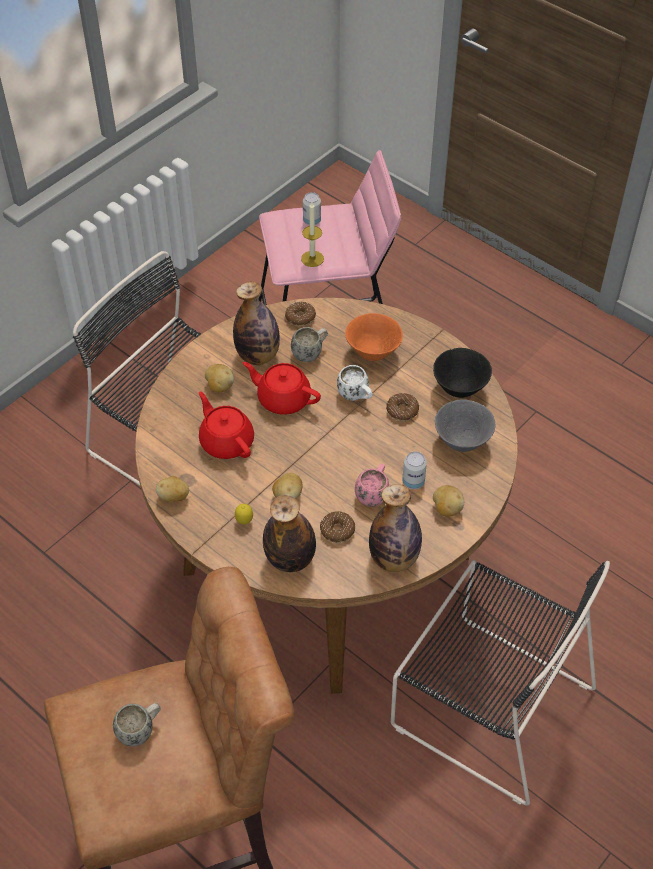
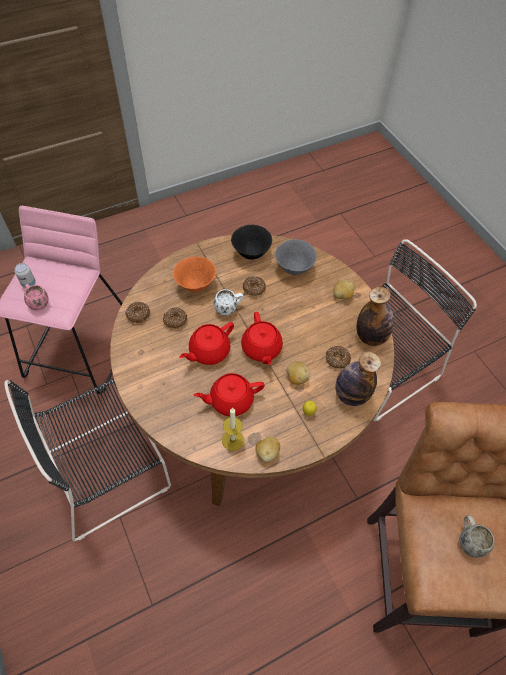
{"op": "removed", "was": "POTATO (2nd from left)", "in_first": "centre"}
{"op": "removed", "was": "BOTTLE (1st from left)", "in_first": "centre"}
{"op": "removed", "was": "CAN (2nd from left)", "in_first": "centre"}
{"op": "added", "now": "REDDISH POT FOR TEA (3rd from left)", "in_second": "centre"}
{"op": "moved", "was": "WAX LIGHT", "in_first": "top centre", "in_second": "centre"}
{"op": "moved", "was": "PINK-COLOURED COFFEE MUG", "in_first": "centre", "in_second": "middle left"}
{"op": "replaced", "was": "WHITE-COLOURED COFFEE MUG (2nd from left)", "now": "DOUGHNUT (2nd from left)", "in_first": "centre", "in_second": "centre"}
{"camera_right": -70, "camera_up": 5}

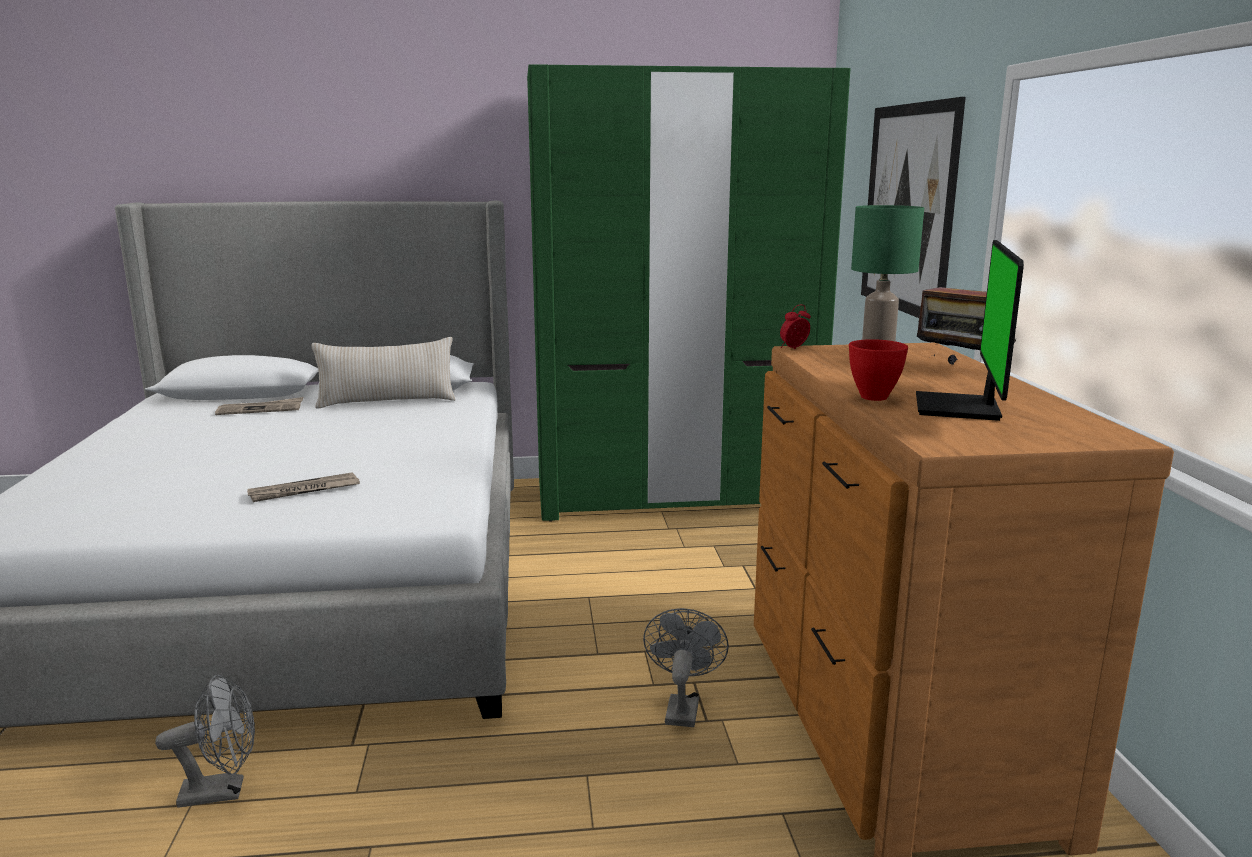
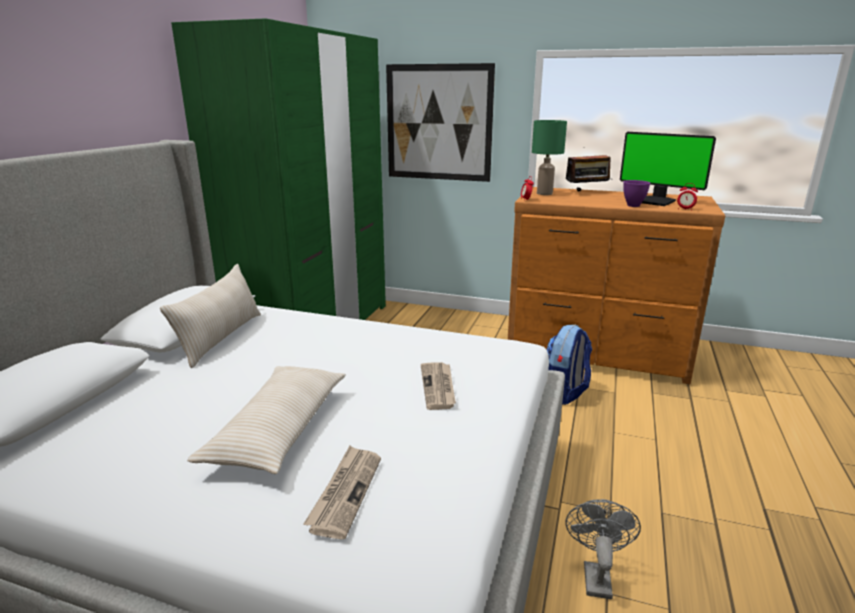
{"op": "added", "now": "SAND-COLOURED PILLOW (2nd from left)", "in_second": "bottom left"}
{"op": "added", "now": "ALARM CLOCK (2nd from left)", "in_second": "top right"}
{"op": "moved", "was": "DAILY PAPER (1st from left)", "in_first": "middle left", "in_second": "bottom centre"}
{"op": "replaced", "was": "GRAY FAN (2nd from left)", "now": "RUCKSACK", "in_first": "bottom centre", "in_second": "centre"}
{"op": "recoloured", "was": "REDDISH DEEP DISH", "now": "PURPLE-COLOURED DEEP DISH", "in_first": "middle right", "in_second": "top right"}
{"camera_right": -65, "camera_up": 5}

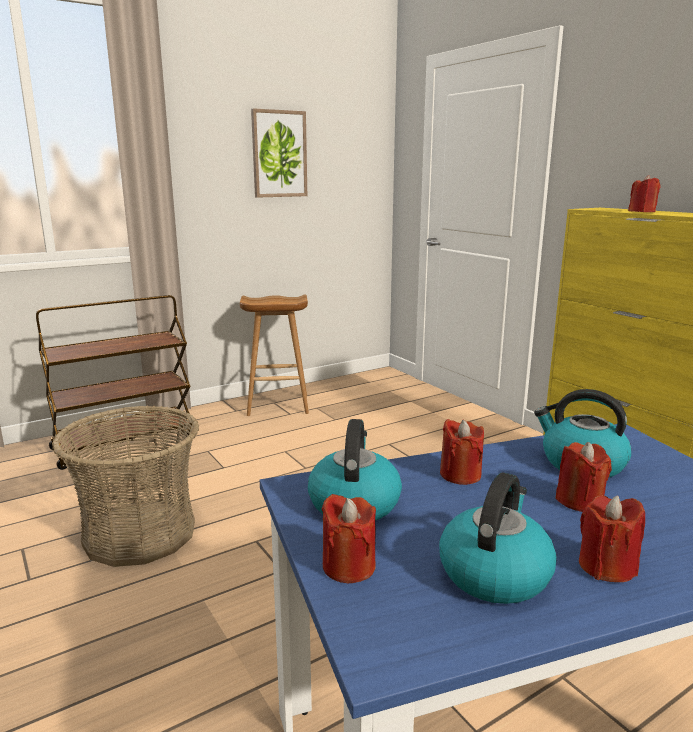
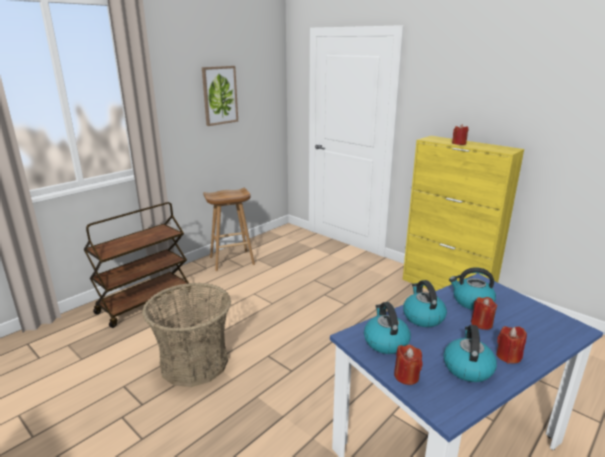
{"op": "replaced", "was": "REDDISH WAX LIGHT (2nd from left)", "now": "TEA KETTLE (2nd from left)", "in_first": "middle right", "in_second": "middle right"}
{"camera_right": -15, "camera_up": 5}

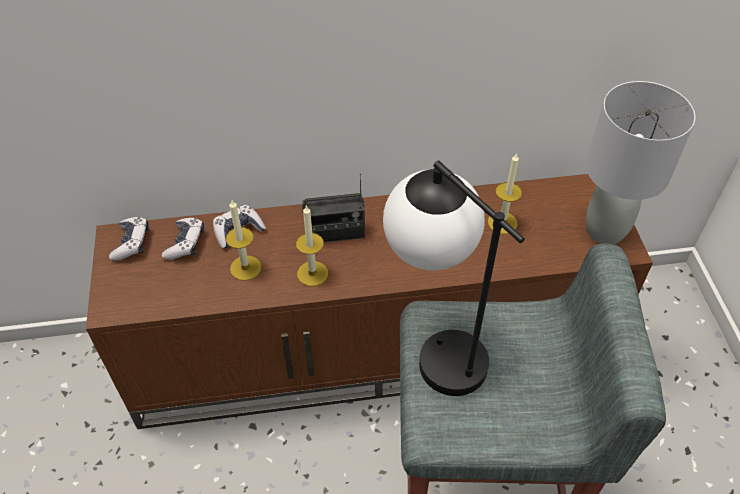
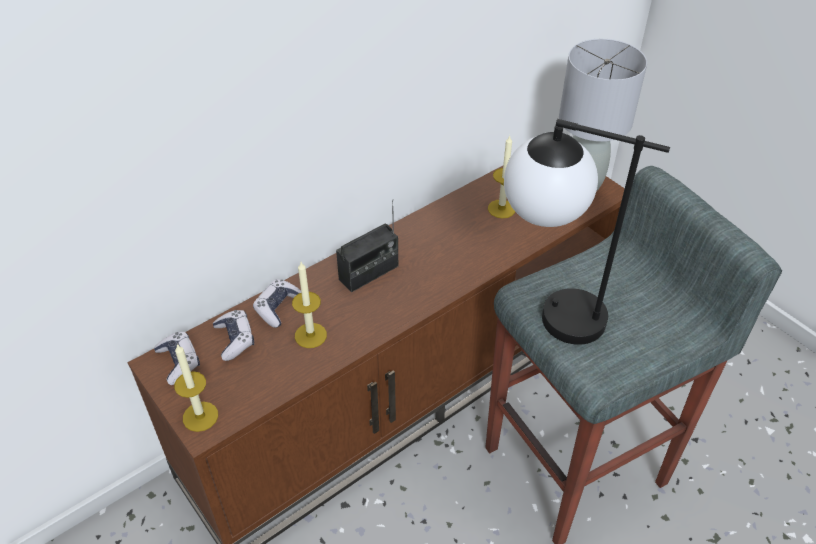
{"op": "moved", "was": "WAX LIGHT (2nd from left in the first image)", "now": "WAX LIGHT (1st from left)", "in_first": "centre", "in_second": "bottom left"}
{"camera_right": -30, "camera_up": -5}

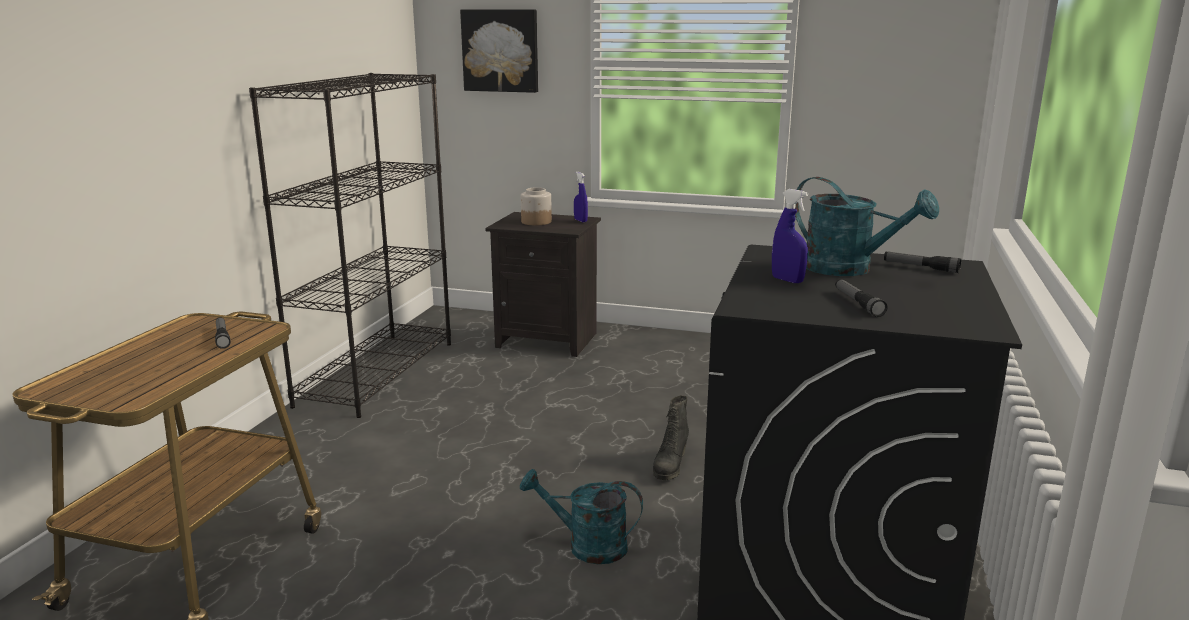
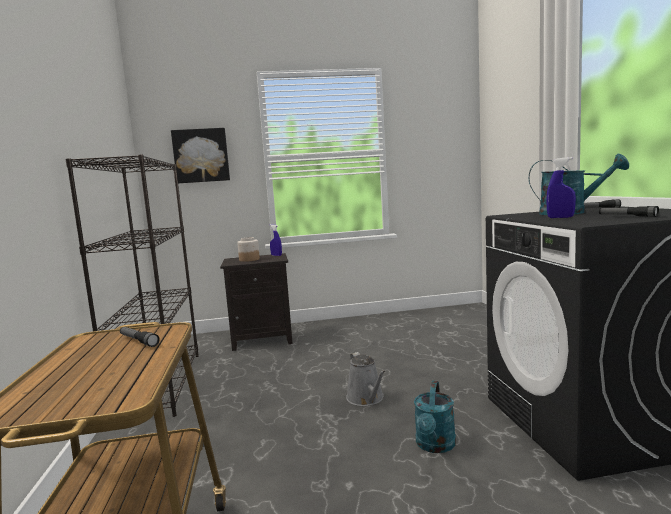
{"op": "removed", "was": "BLACKISH TALL BOOT", "in_first": "bottom centre"}
{"op": "added", "now": "GRAY WATERING CAN", "in_second": "bottom centre"}
{"op": "turned", "was": "BLUE-GREEN WATERING CAN (1st from left)", "in_first": "bottom centre", "in_second": "bottom centre", "clockwise": -60}
{"camera_right": -25, "camera_up": -10}

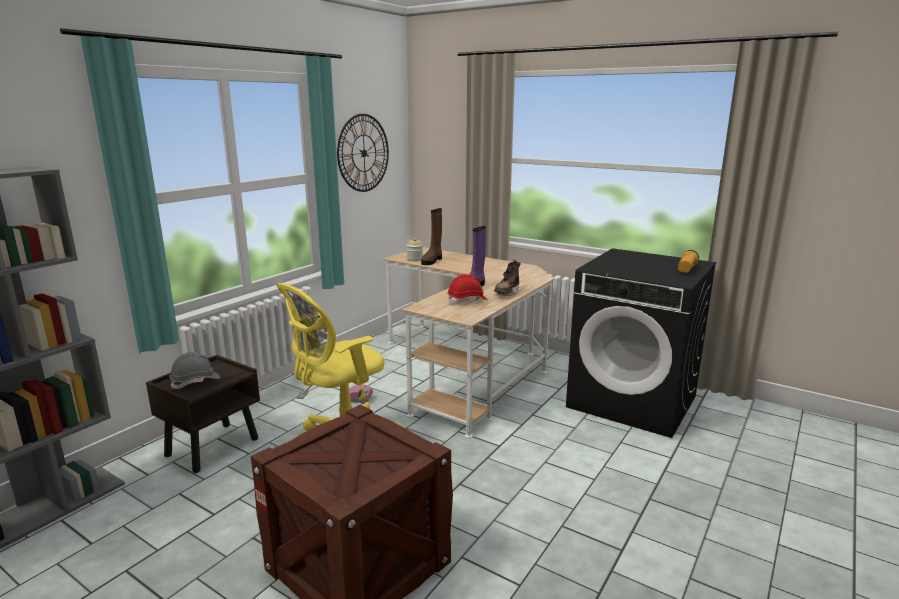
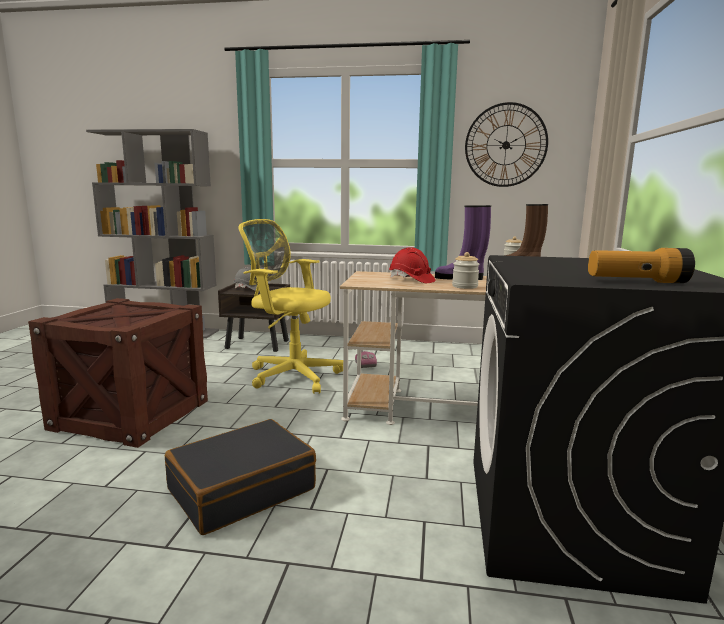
{"op": "added", "now": "BLACKISH SUITCASE", "in_second": "bottom left"}
{"op": "replaced", "was": "BROWN-COLOURED TALL BOOT (2nd from left)", "now": "JAR (1st from left)", "in_first": "centre", "in_second": "centre"}
{"camera_right": 65, "camera_up": -5}

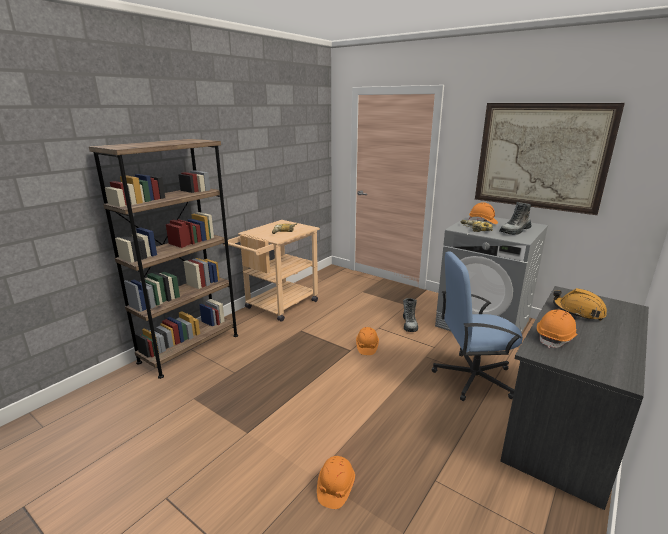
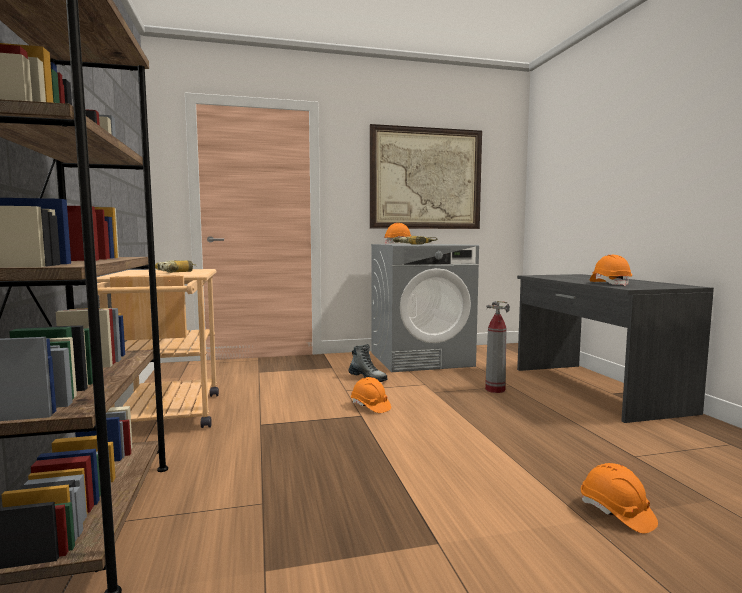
{"op": "removed", "was": "TALL BOOT (2nd from left)", "in_first": "middle right"}
{"op": "removed", "was": "ORANGE WORK HELMET (5th from left)", "in_first": "middle right"}
{"op": "replaced", "was": "BLUISH DESK CHAIR", "now": "FIRE-FIGHTING CYLINDER", "in_first": "middle right", "in_second": "middle right"}
{"camera_right": -50, "camera_up": -15}

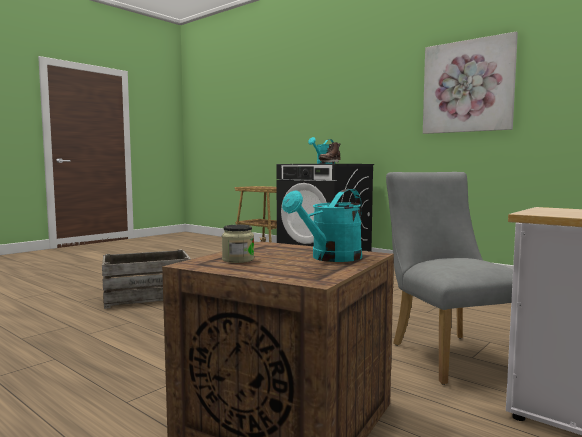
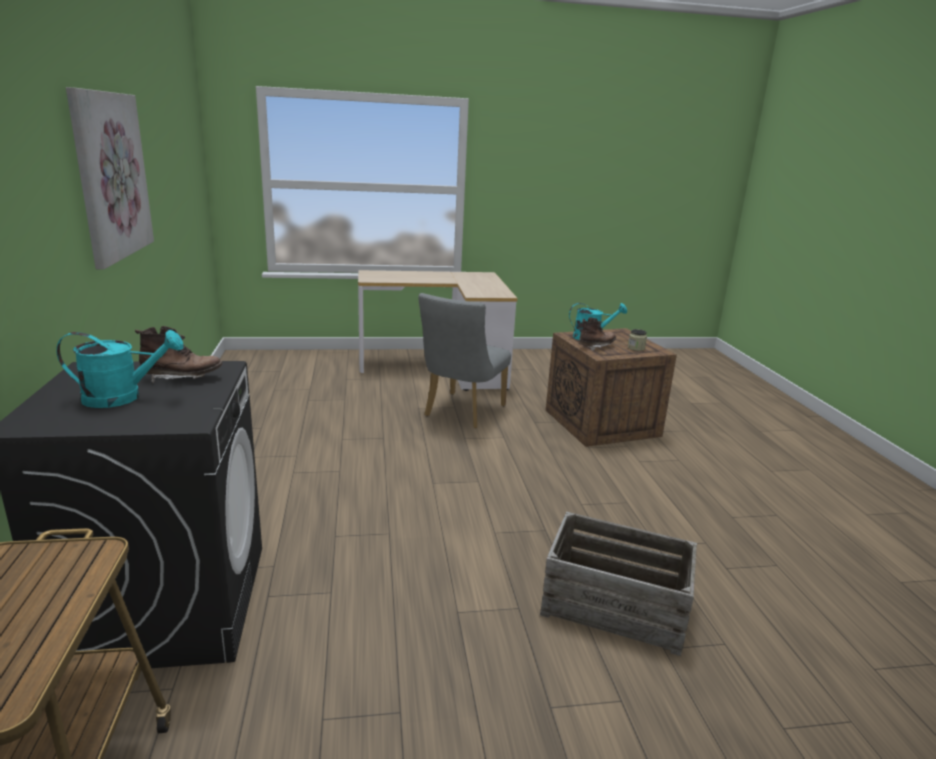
{"op": "added", "now": "BROWN-COLOURED TALL BOOT (2nd from left)", "in_second": "centre"}
{"camera_right": -140, "camera_up": 15}

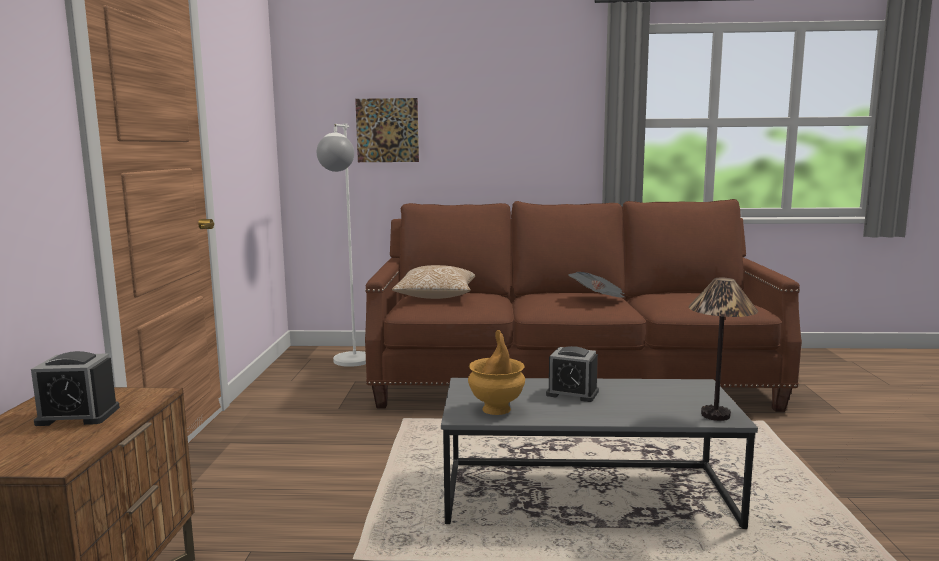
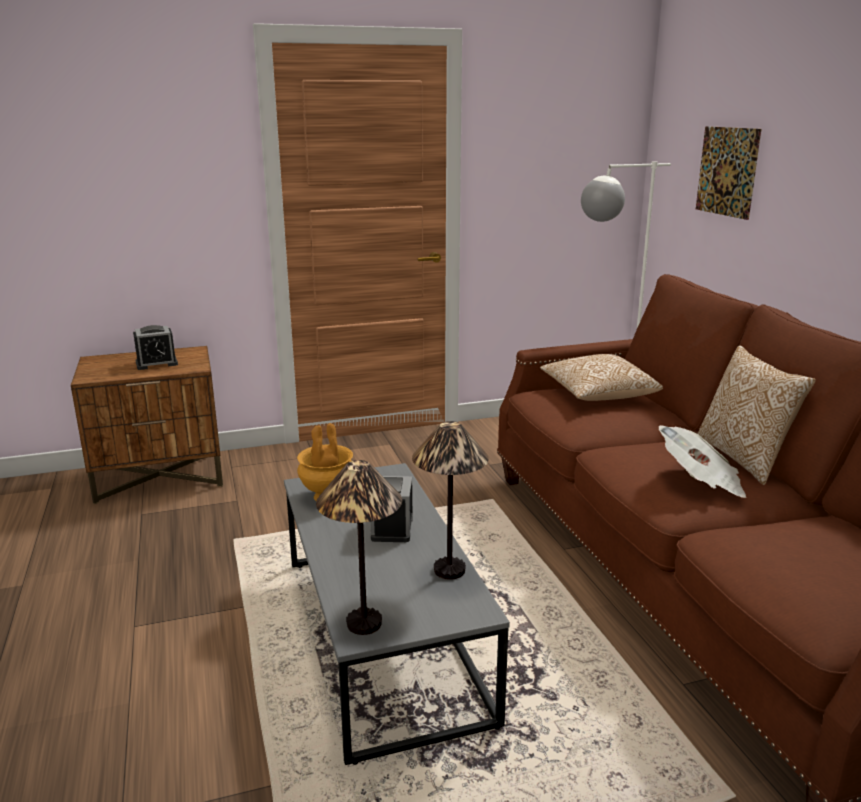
{"op": "added", "now": "TABLE LAMP (2nd from left)", "in_second": "centre"}
{"op": "added", "now": "PILLOW (2nd from left)", "in_second": "middle right"}
{"op": "turned", "was": "ALARM CLOCK (1st from left)", "in_first": "bottom left", "in_second": "middle left", "clockwise": -90}
{"camera_right": 70, "camera_up": 10}

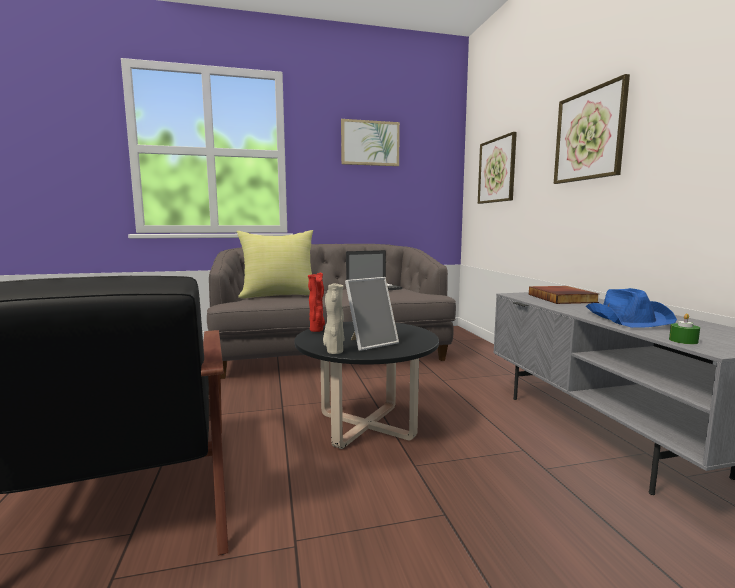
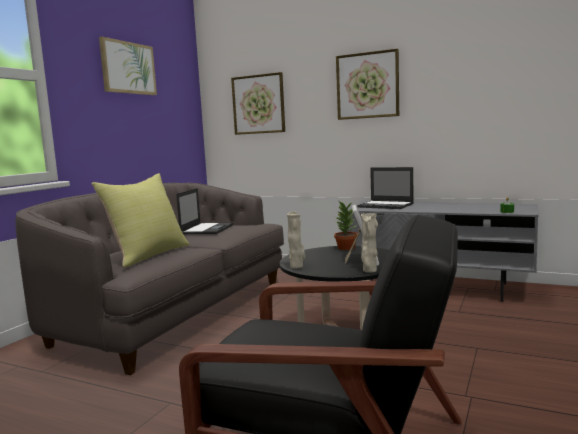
{"op": "removed", "was": "BLUISH WEARABLE HAT", "in_first": "middle right"}
{"op": "added", "now": "HOUSEPLANT", "in_second": "centre"}
{"op": "replaced", "was": "BOOK", "now": "LAPTOP (2nd from left)", "in_first": "middle right", "in_second": "centre"}
{"op": "recoloured", "was": "REDDISH VASE", "now": "SAND-COLOURED VASE (1st from left)", "in_first": "centre", "in_second": "centre"}
{"camera_right": -50, "camera_up": 0}

